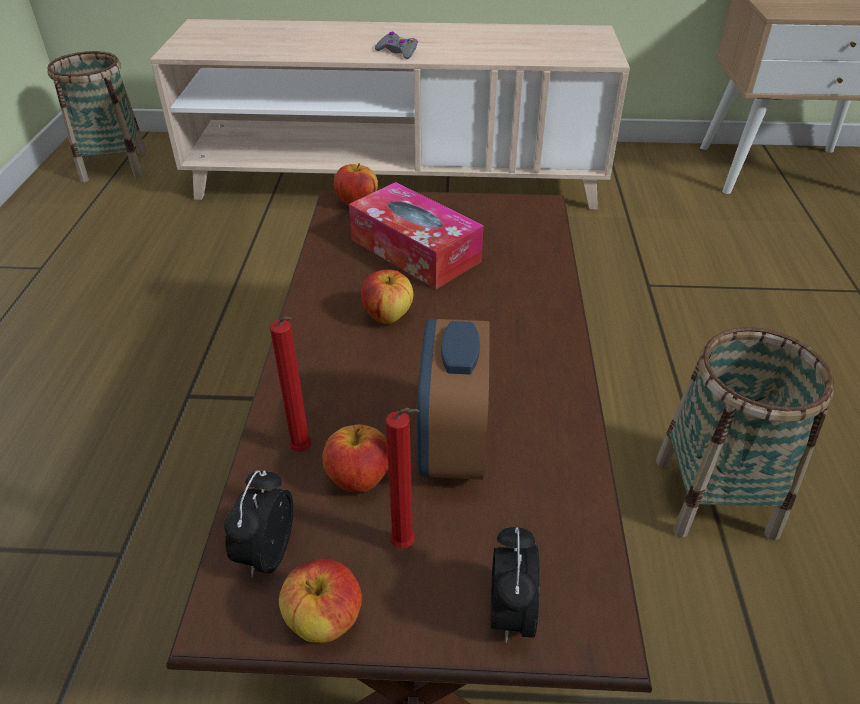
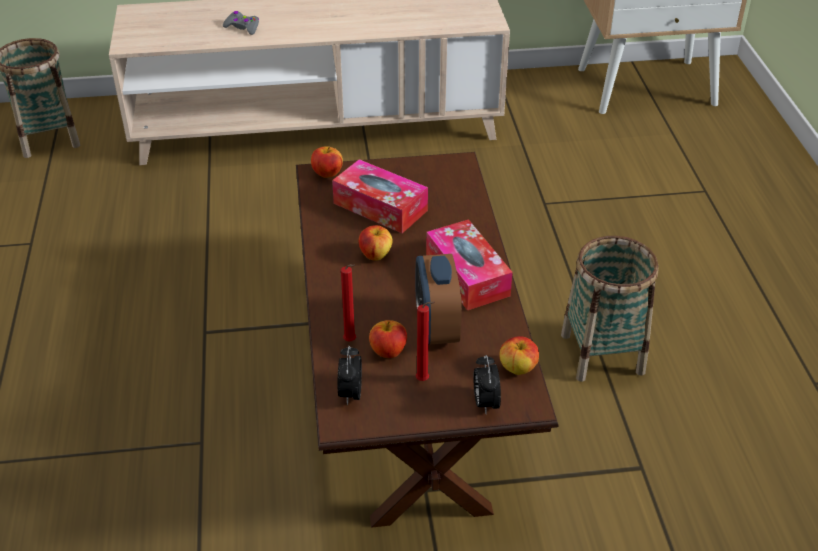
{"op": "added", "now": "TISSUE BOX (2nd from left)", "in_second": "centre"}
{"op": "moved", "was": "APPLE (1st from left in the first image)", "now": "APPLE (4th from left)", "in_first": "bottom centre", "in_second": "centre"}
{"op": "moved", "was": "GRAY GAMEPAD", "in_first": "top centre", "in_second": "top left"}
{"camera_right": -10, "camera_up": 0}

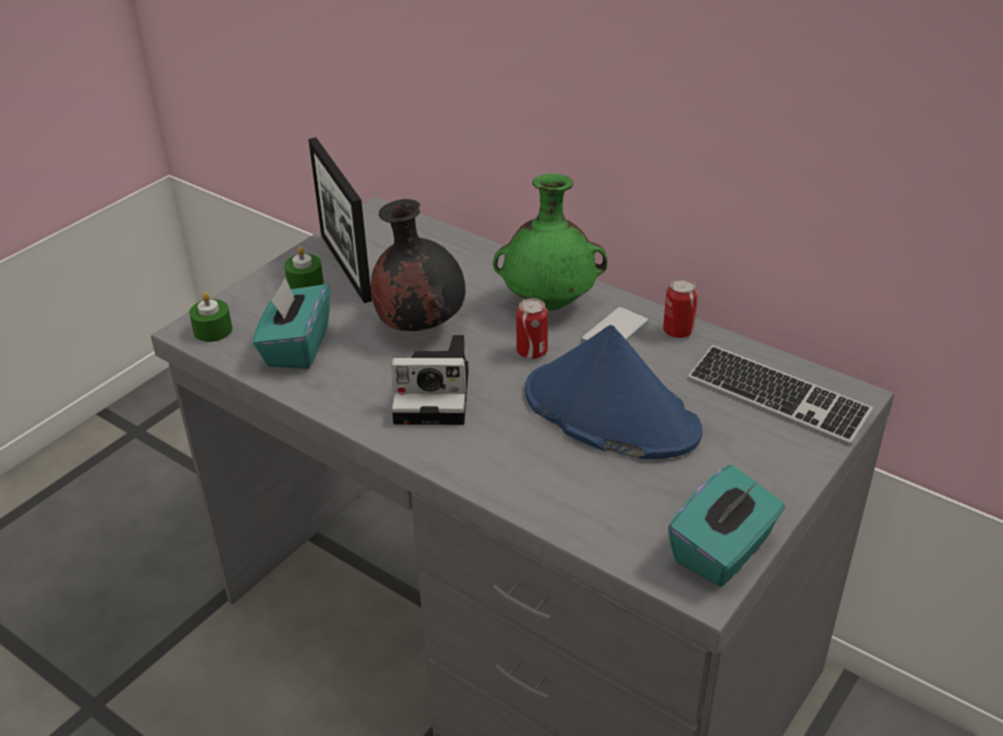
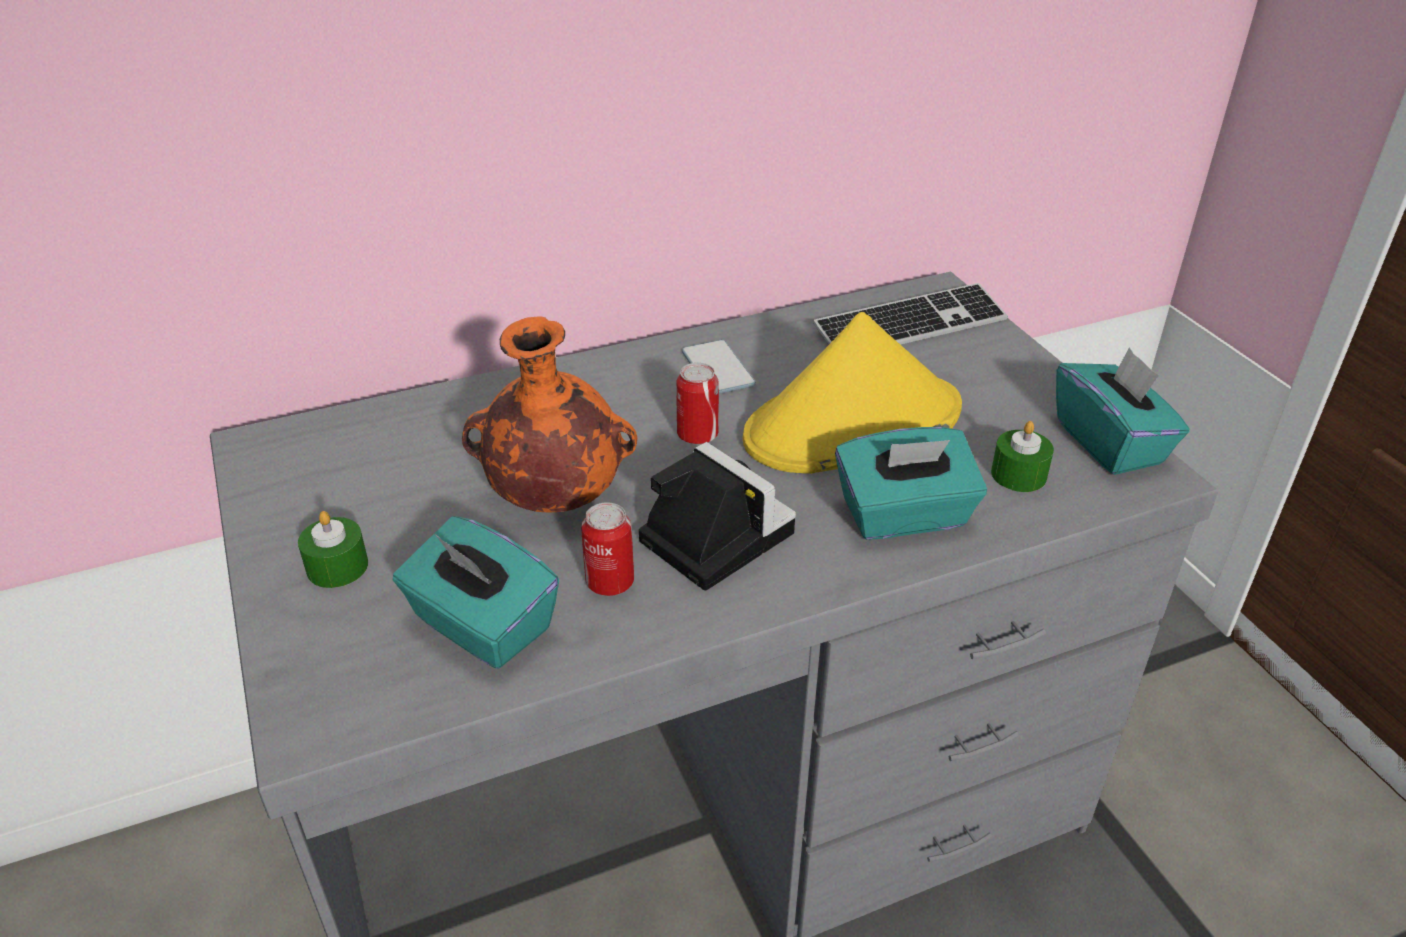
{"op": "removed", "was": "PICTURE FRAME", "in_first": "top centre"}
{"op": "removed", "was": "GREEN-COLOURED VASE", "in_first": "top centre"}
{"op": "added", "now": "BLUE-GREEN TISSUE BOX (2nd from left)", "in_second": "centre"}
{"op": "moved", "was": "GREEN-COLOURED WAX LIGHT (1st from left in the first image)", "now": "GREEN-COLOURED WAX LIGHT (2nd from left)", "in_first": "middle left", "in_second": "middle right"}
{"op": "moved", "was": "CAN (2nd from left in the first image)", "now": "CAN (1st from left)", "in_first": "middle right", "in_second": "centre"}
{"op": "recoloured", "was": "BLACKISH VASE", "now": "ORANGE VASE", "in_first": "centre", "in_second": "centre"}
{"op": "recoloured", "was": "BLUISH WEARABLE HAT", "now": "YELLOW WEARABLE HAT", "in_first": "centre", "in_second": "centre"}
{"op": "turned", "was": "STILL CAMERA", "in_first": "centre", "in_second": "centre", "clockwise": -75}
{"camera_right": -60, "camera_up": 0}

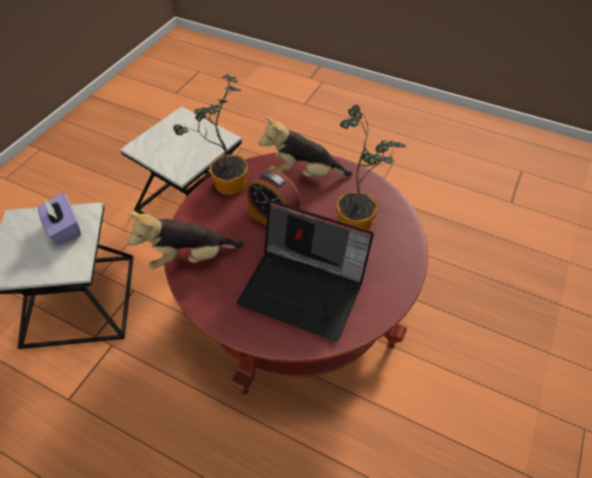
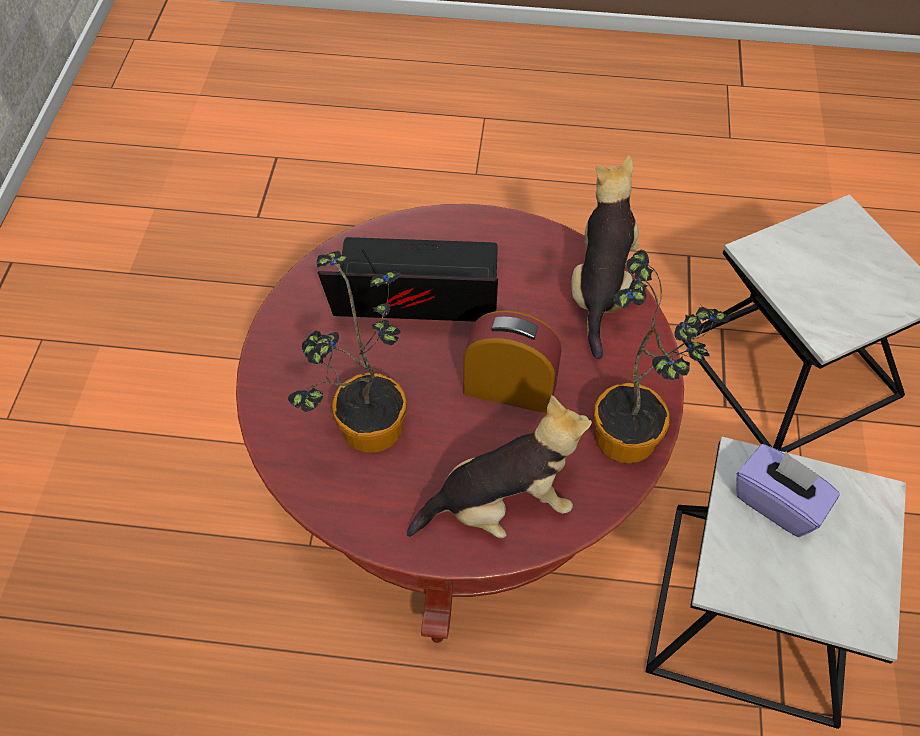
{"op": "moved", "was": "PURPLE-COLOURED TISSUE BOX", "in_first": "middle left", "in_second": "middle right"}
{"op": "turned", "was": "PLUSH TOY (1st from left in the first image)", "in_first": "middle left", "in_second": "centre", "clockwise": -45}
{"camera_right": 160, "camera_up": 5}

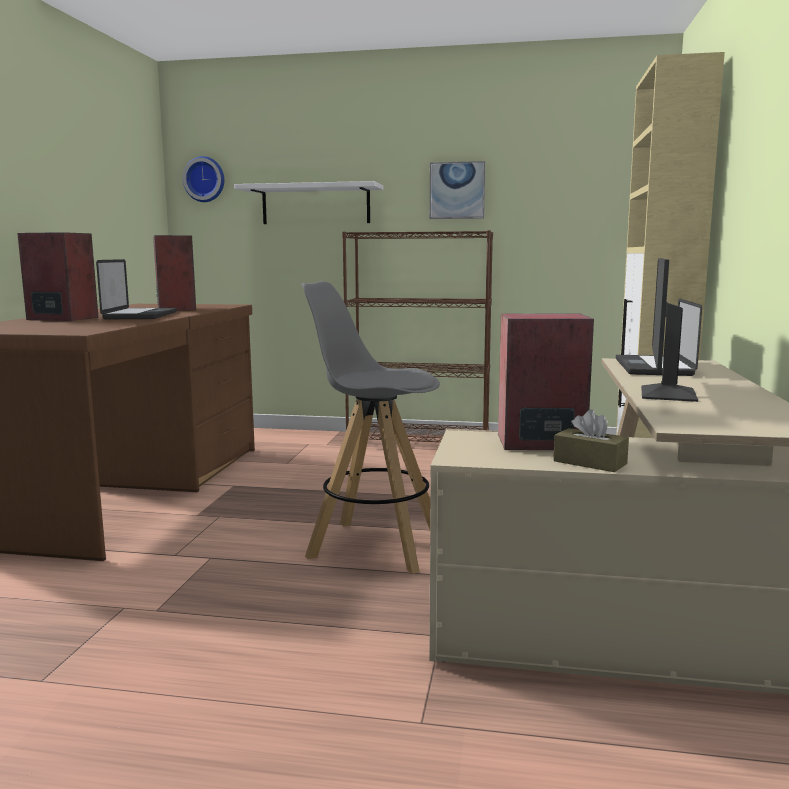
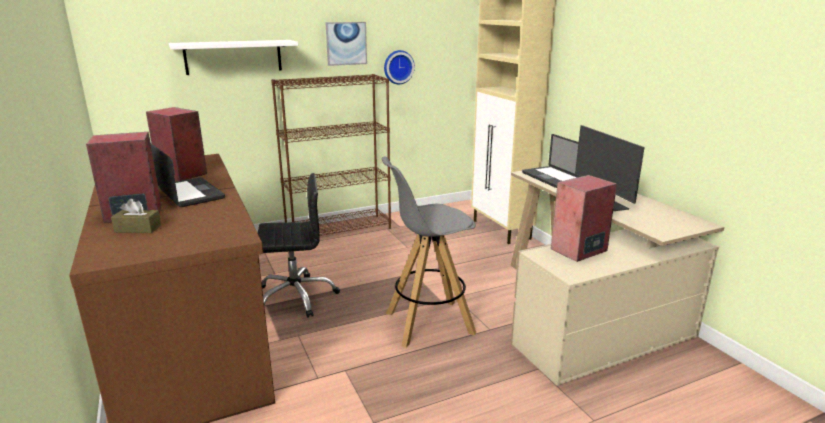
{"op": "added", "now": "BLACKISH DESK CHAIR", "in_second": "centre"}
{"op": "moved", "was": "WALL CLOCK", "in_first": "top left", "in_second": "top centre"}
{"op": "moved", "was": "BROWN-COLOURED TISSUE BOX", "in_first": "middle right", "in_second": "middle left"}
{"camera_right": -35, "camera_up": 10}

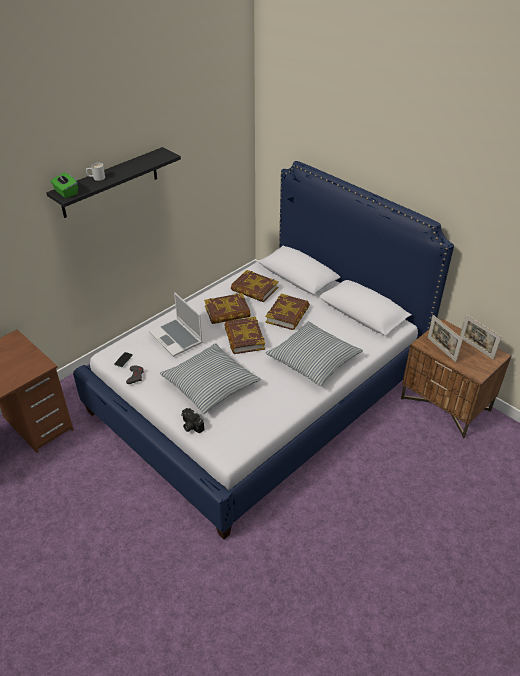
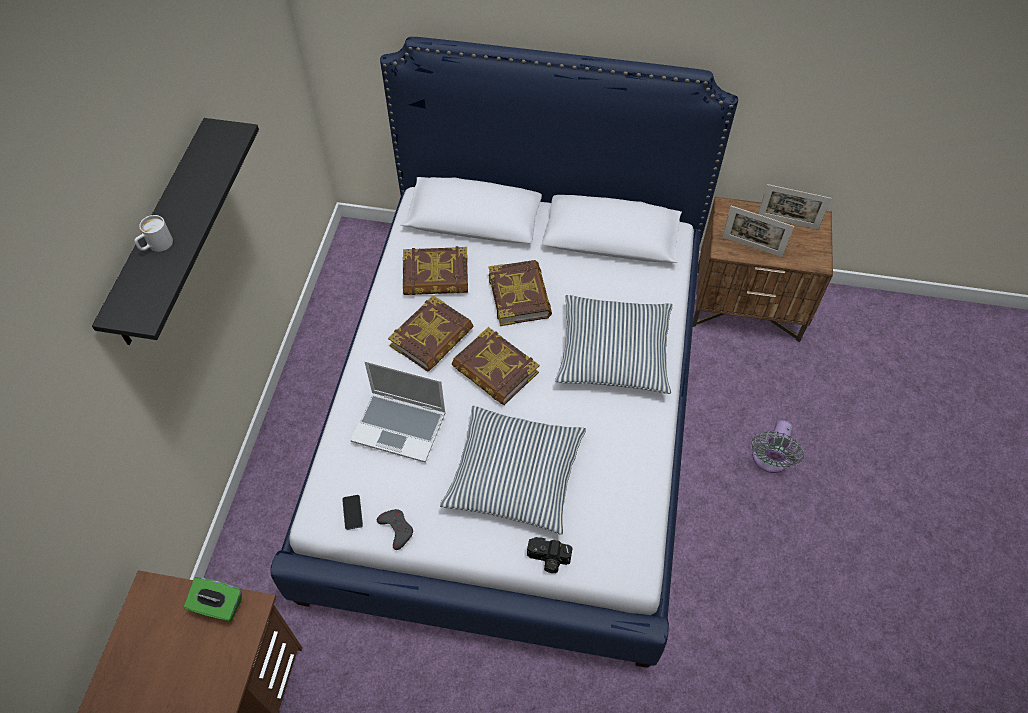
{"op": "added", "now": "GRAY FAN", "in_second": "middle right"}
{"op": "moved", "was": "GREEN-COLOURED TISSUE BOX", "in_first": "top left", "in_second": "bottom left"}
{"camera_right": -35, "camera_up": 15}

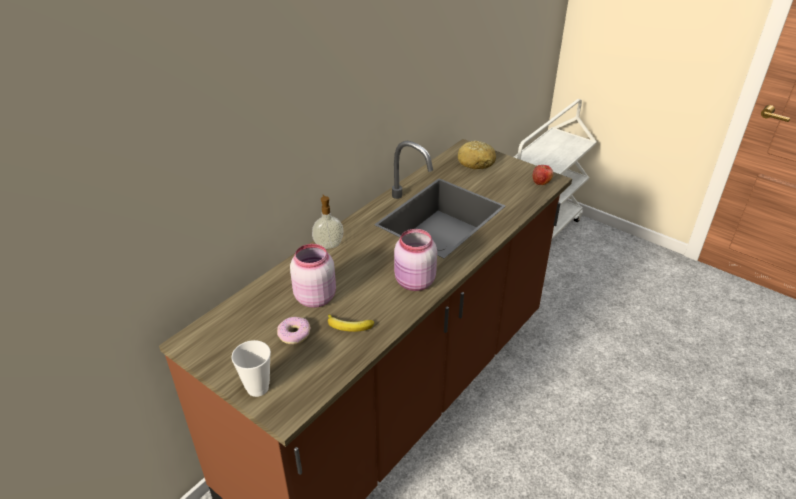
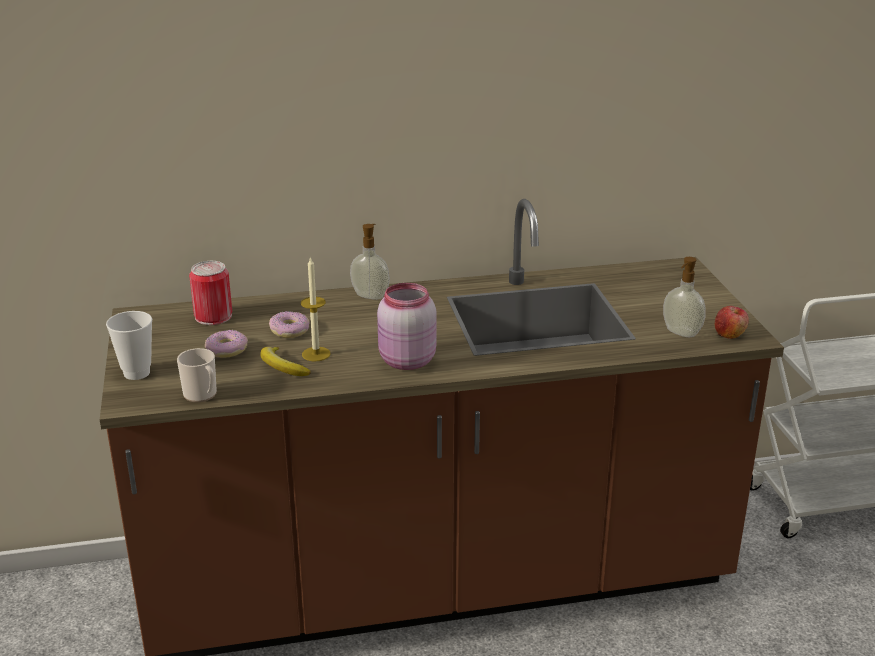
{"op": "removed", "was": "BAKED BREAD", "in_first": "top centre"}
{"op": "added", "now": "COFFEE MUG", "in_second": "middle left"}
{"op": "added", "now": "CAN", "in_second": "middle left"}
{"op": "added", "now": "WAX LIGHT", "in_second": "centre"}
{"op": "added", "now": "SOAP DISPENSER (2nd from left)", "in_second": "middle right"}
{"op": "replaced", "was": "PINK-COLOURED JAR (1st from left)", "now": "DOUGHNUT (2nd from left)", "in_first": "centre", "in_second": "middle left"}
{"camera_right": 40, "camera_up": -10}

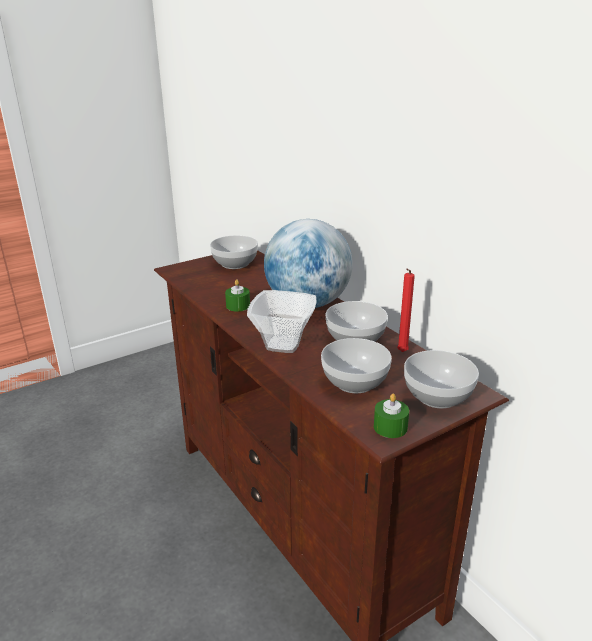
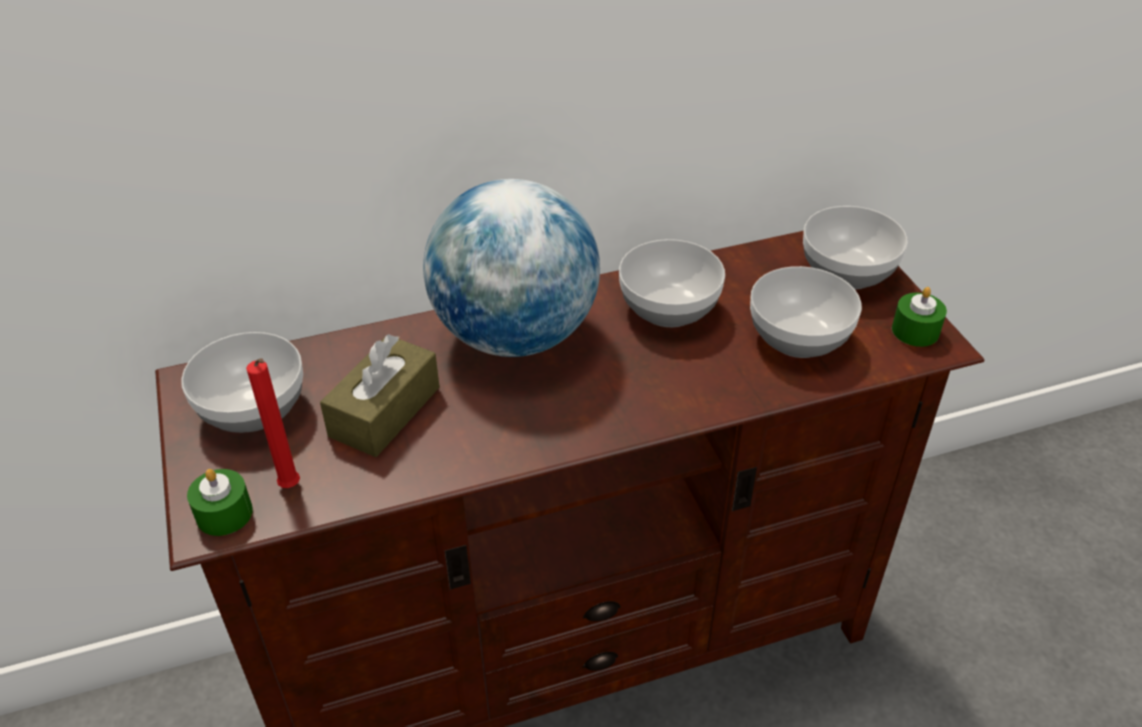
{"op": "removed", "was": "DEEP DISH (2nd from left)", "in_first": "centre"}
{"op": "added", "now": "BROWN-COLOURED TISSUE BOX", "in_second": "middle left"}
{"op": "moved", "was": "GREEN-COLOURED WAX LIGHT (1st from left)", "in_first": "centre", "in_second": "bottom left"}
{"op": "moved", "was": "REDDISH WAX LIGHT", "in_first": "middle right", "in_second": "middle left"}
{"camera_right": -75, "camera_up": 15}

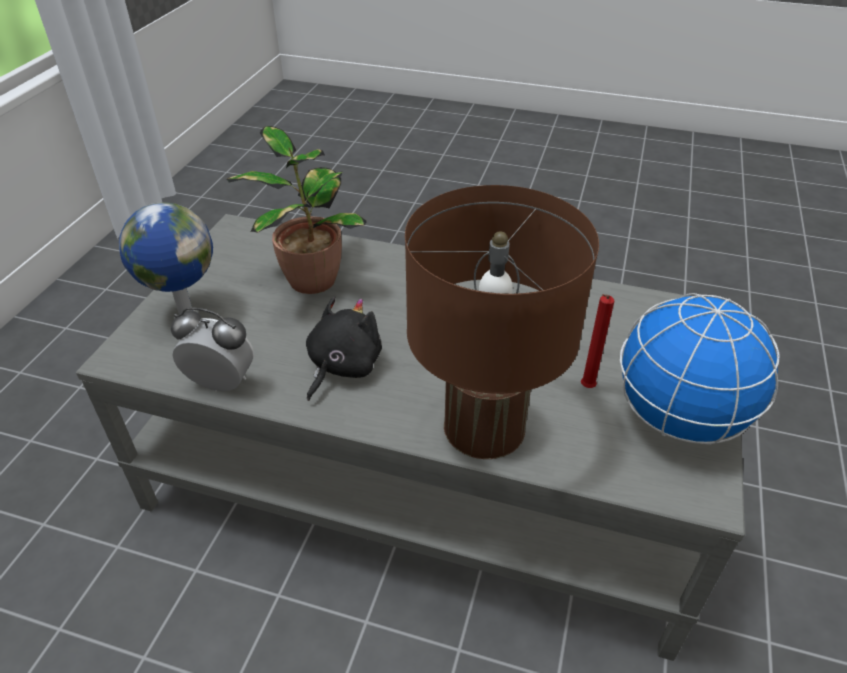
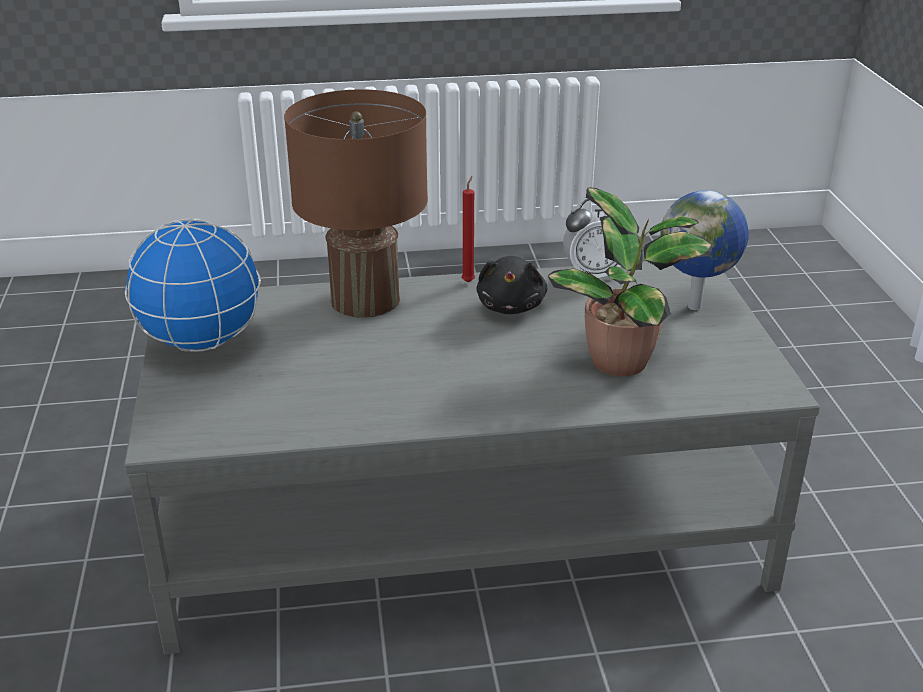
{"op": "moved", "was": "REDDISH WAX LIGHT", "in_first": "middle right", "in_second": "top centre"}
{"camera_right": 155, "camera_up": -10}

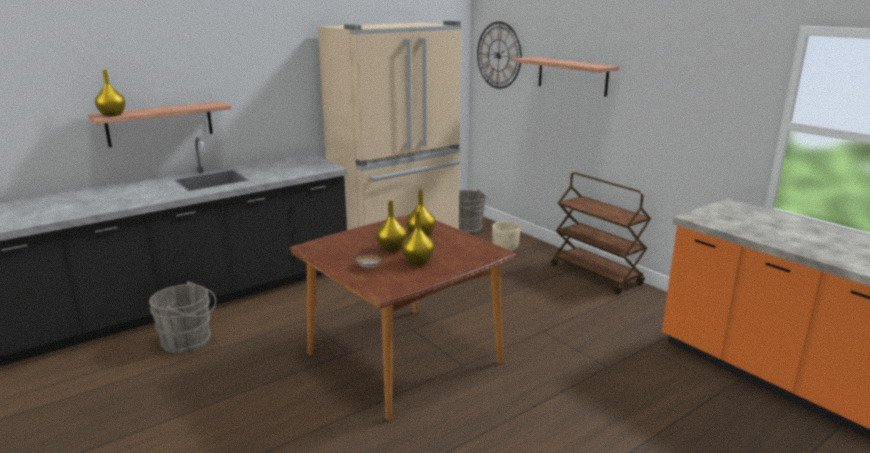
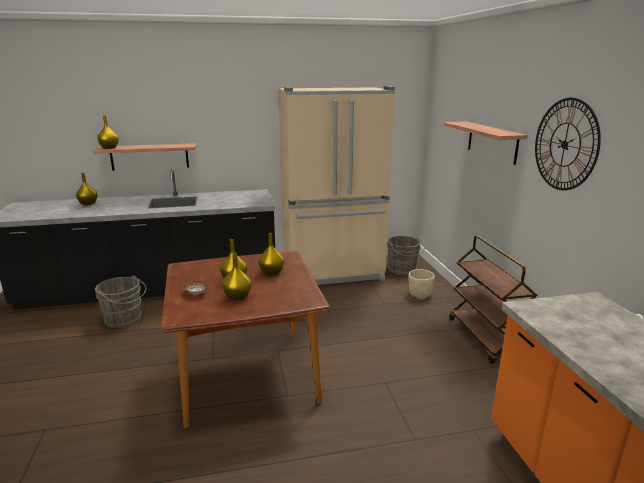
{"op": "added", "now": "YELLOW VASE (1st from left)", "in_second": "middle left"}
{"op": "moved", "was": "WALL CLOCK", "in_first": "top centre", "in_second": "top right"}
{"camera_right": 25, "camera_up": 0}

